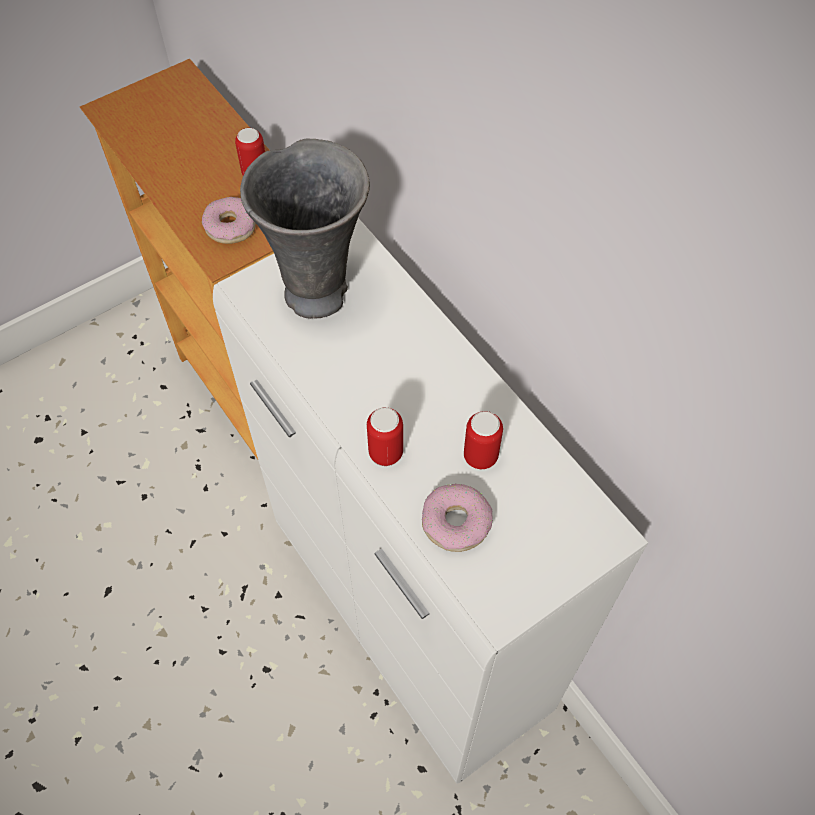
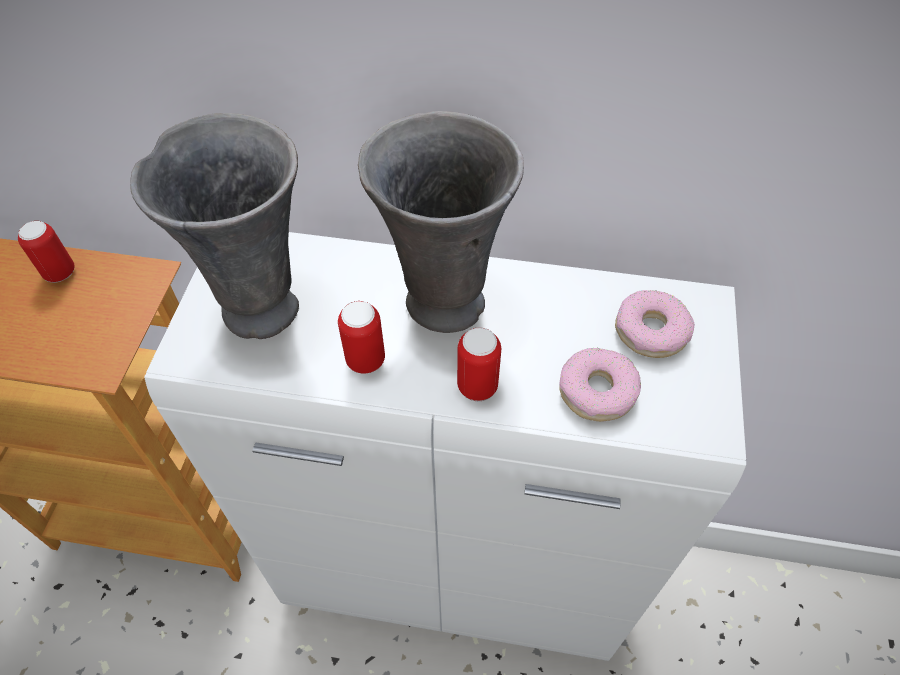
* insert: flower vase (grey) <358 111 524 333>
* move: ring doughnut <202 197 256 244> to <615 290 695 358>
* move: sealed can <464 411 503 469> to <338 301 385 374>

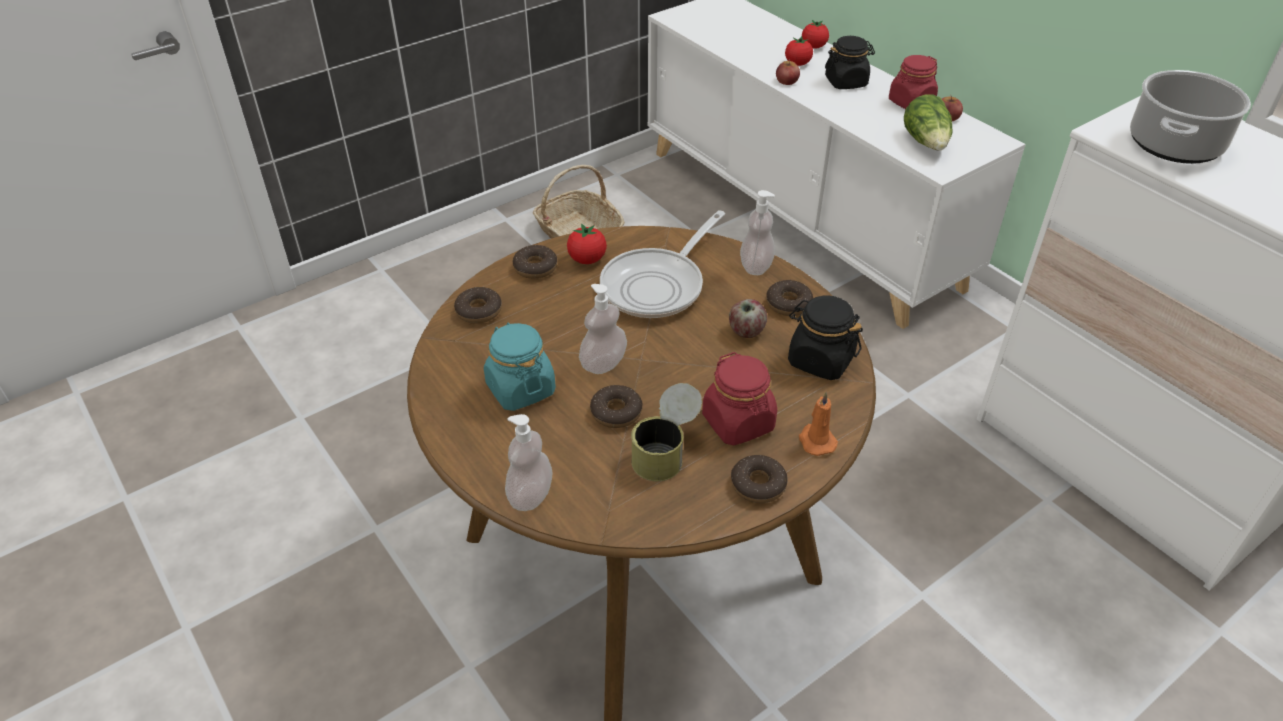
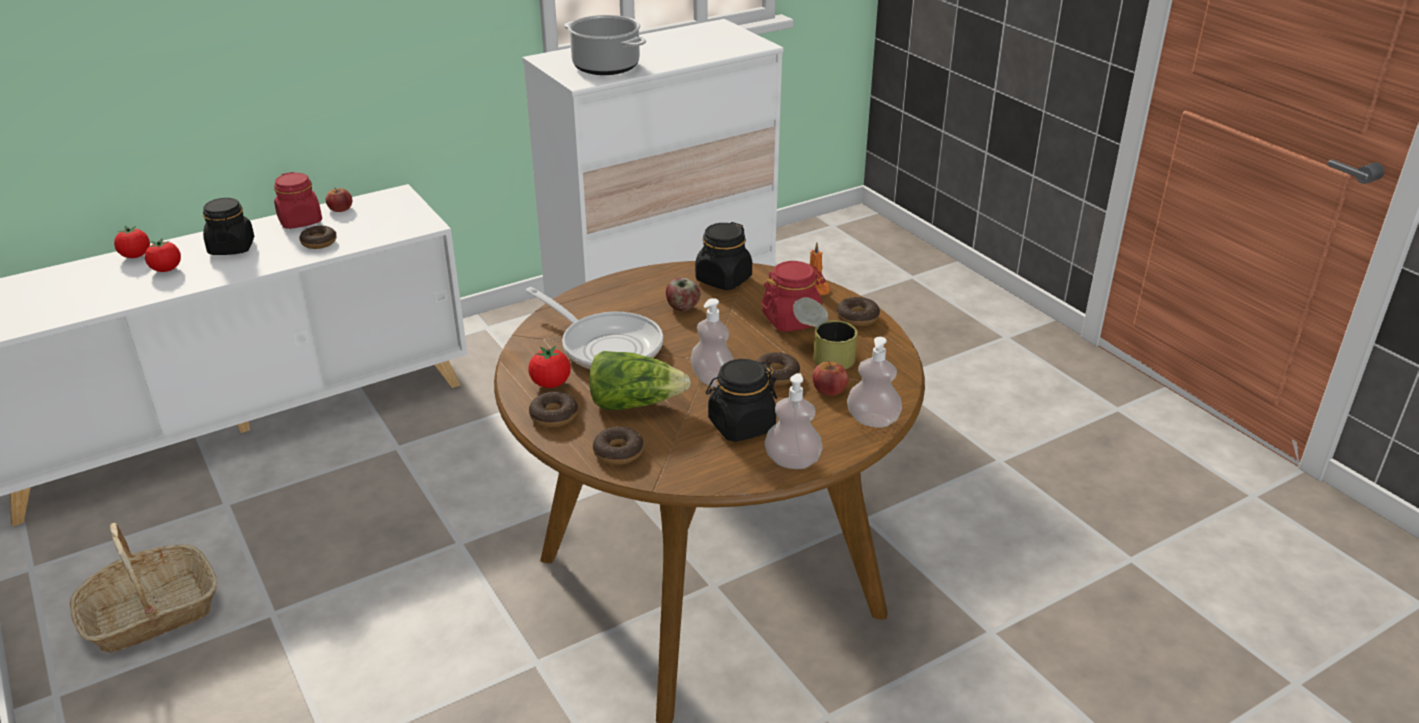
* move: soap bottle <740 190 775 275> to <765 373 822 469>
* move: ring doughnut <766 279 813 316> to <299 225 336 249>
* move: whole apple <776 59 800 85> to <813 361 848 396>
* move: head of lettuce <904 94 952 150> to <590 351 691 410>
* recolor: jar (turquoise-coloured) <484 323 556 411> to jar (black-coloured) <706 359 777 442>

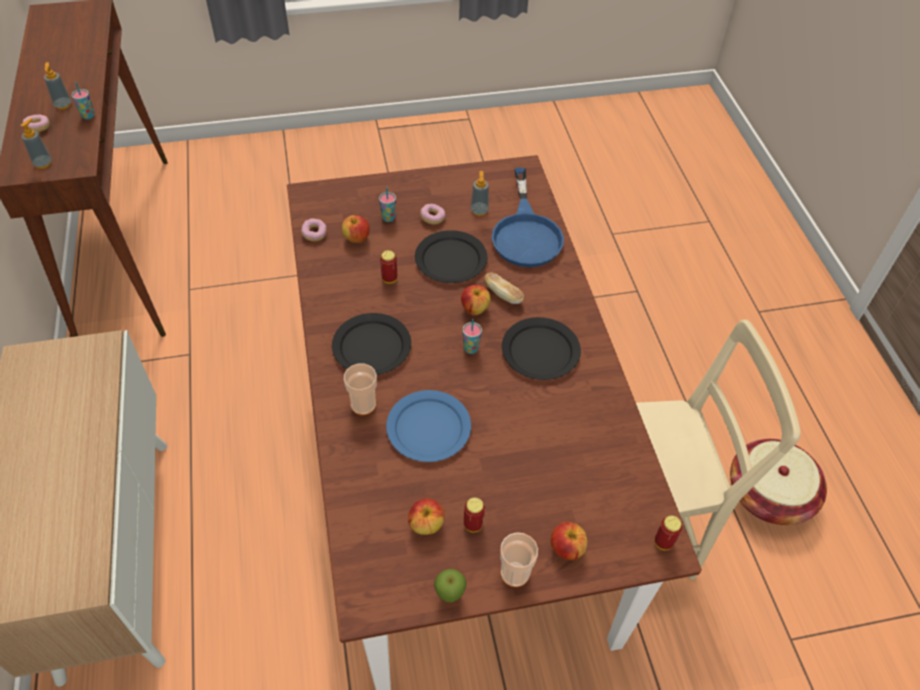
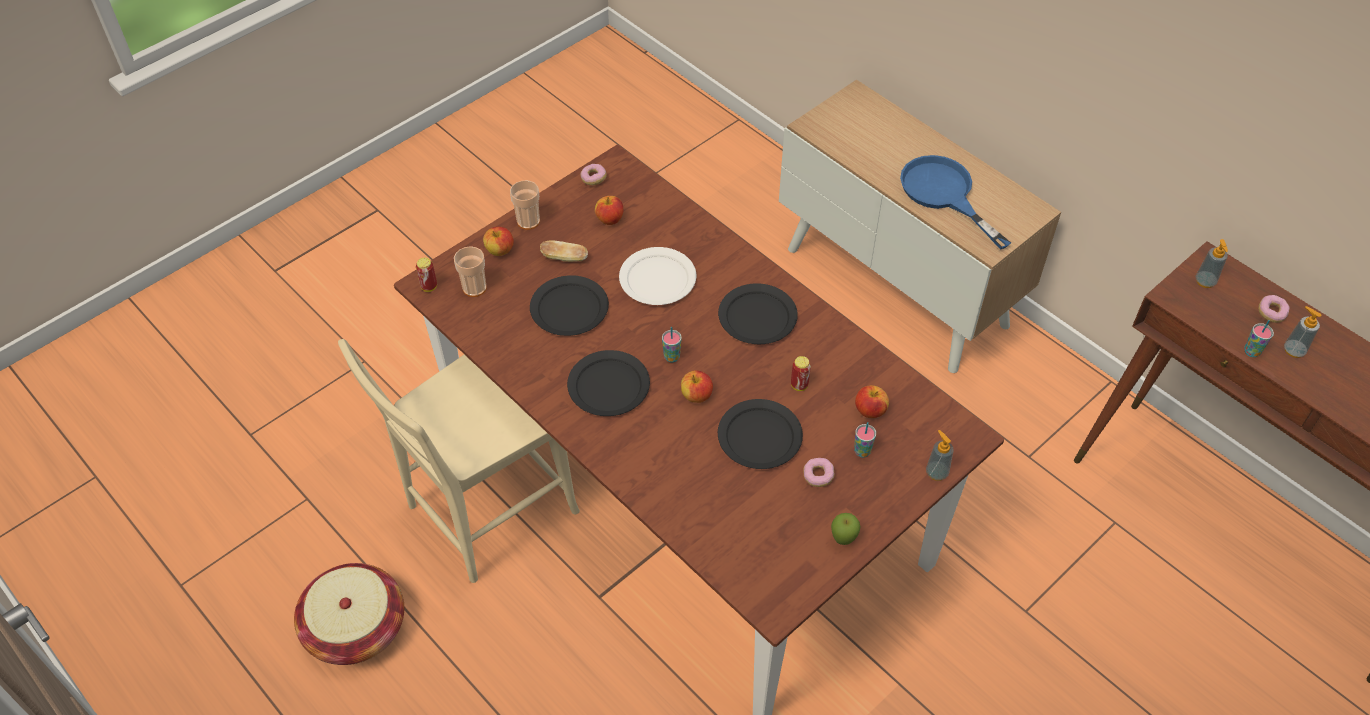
* delete: sealed can <464 498 485 532>
* insert: plate (black-coloured) <530 275 609 336>
* move: ring doughnut <301 218 327 241> to <580 164 607 185>
* move: small cup <344 364 377 415> to <454 246 487 297>
* move: whole apple <434 569 466 603> to <831 513 860 545>
* move: soap bottle <470 171 489 216> to <926 430 954 481>
* move: baked bread <485 272 524 304> to <540 240 588 262>
* move: pan (blue-coloured) <492 168 564 267> to <900 155 1011 250>
* recolor: plate (blue-coloured) <386 390 471 462> to plate (whitish) <619 247 696 305>

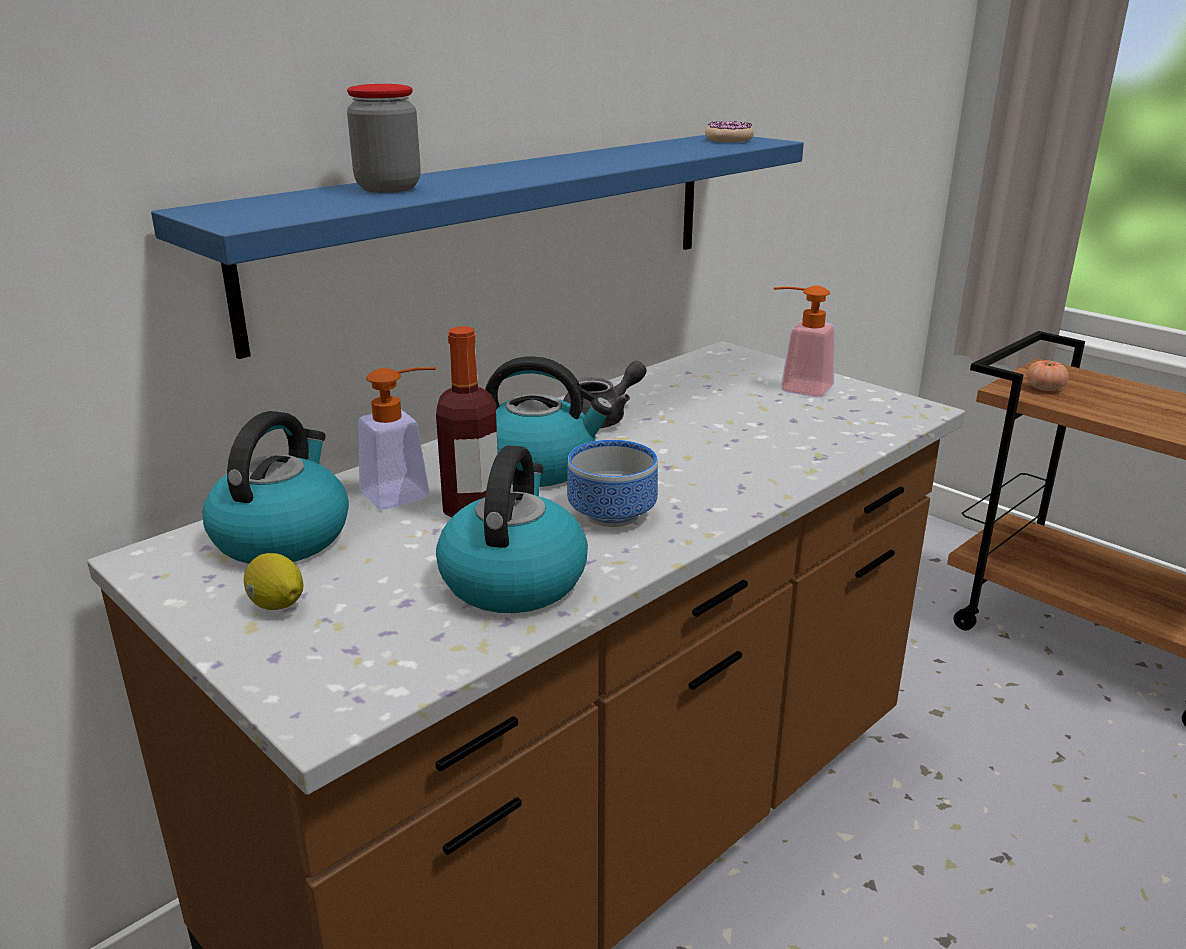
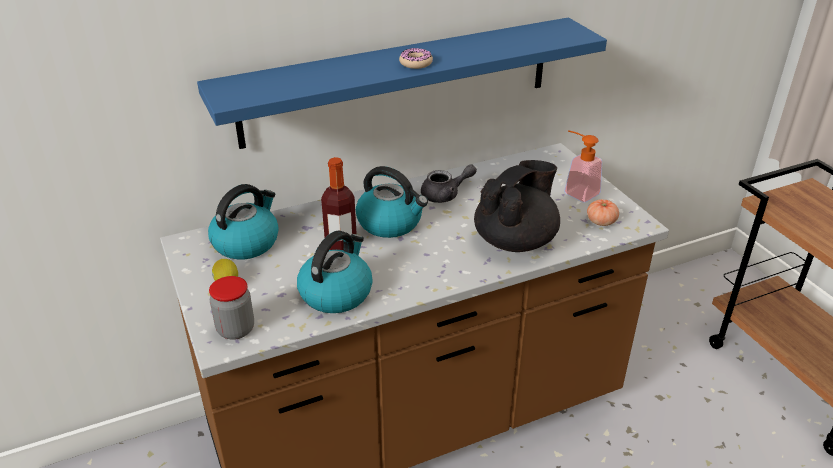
* delete: soap bottle <359 367 436 509>
* delete: deep dish <567 440 658 527>
* insert: pot for tea (black-coloured) <474 160 560 252>
* move: jar <347 84 421 193> to <209 276 254 340>
* move: ring doughnut <705 121 754 142> to <399 48 433 69>
* move: whole tomato <1026 360 1069 391> to <587 199 619 226>

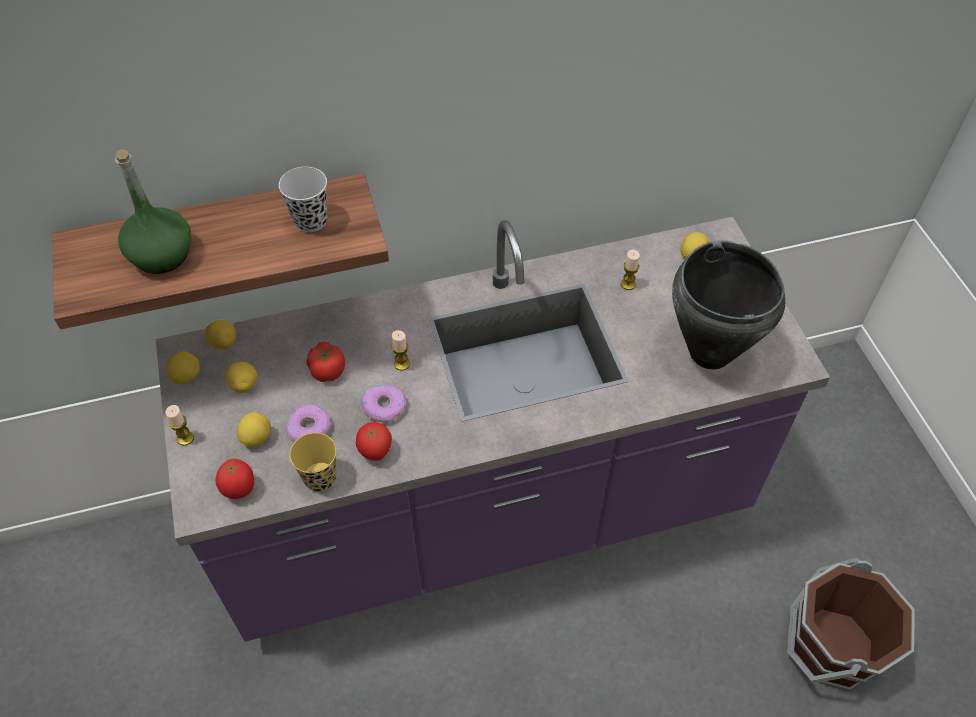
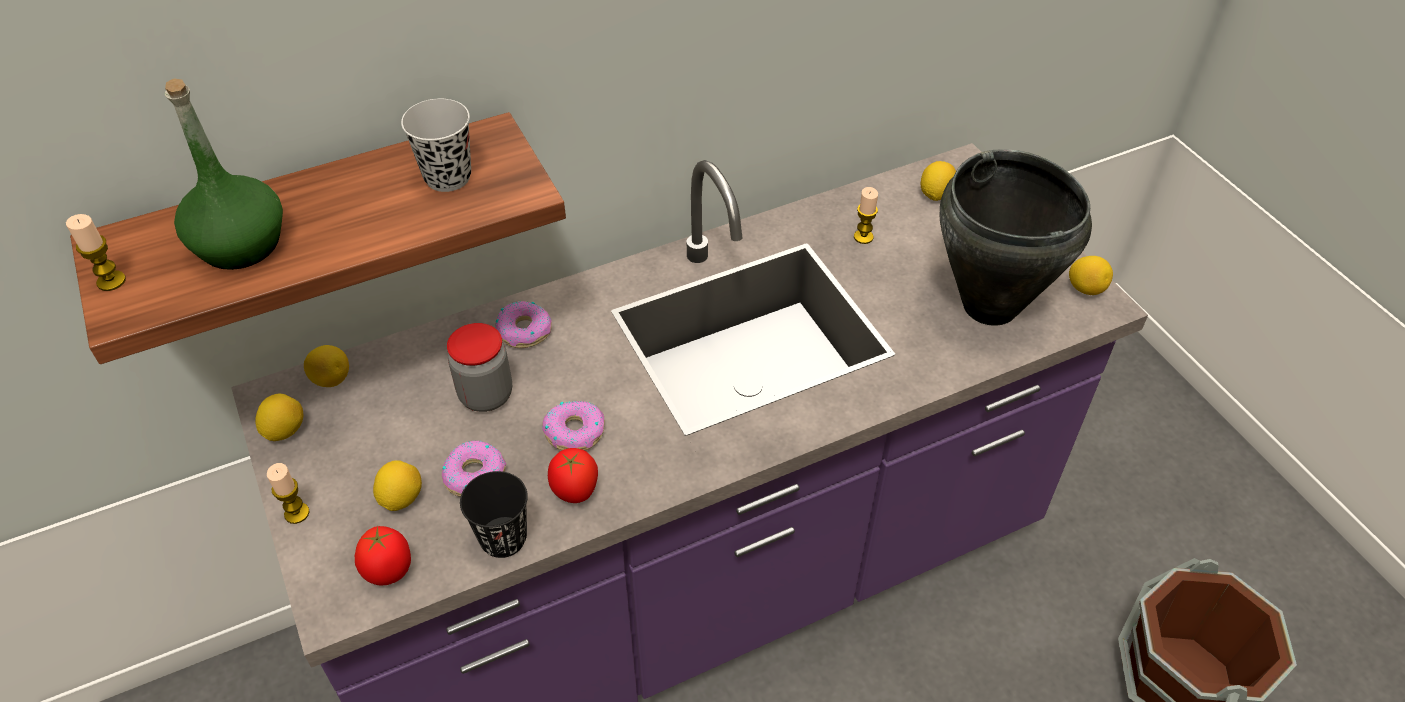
* insert: ring doughnut <495 301 552 348>
* move: lemon <226 361 257 393> to <1069 256 1113 295>
* move: wax light <391 330 410 371> to <66 214 126 291>
* replace: whole tomato <306 342 345 382> to jar <447 323 512 412>
* recolor: small cup (yellowish) <289 433 336 492> to small cup (black-coloured) <460 471 528 558>

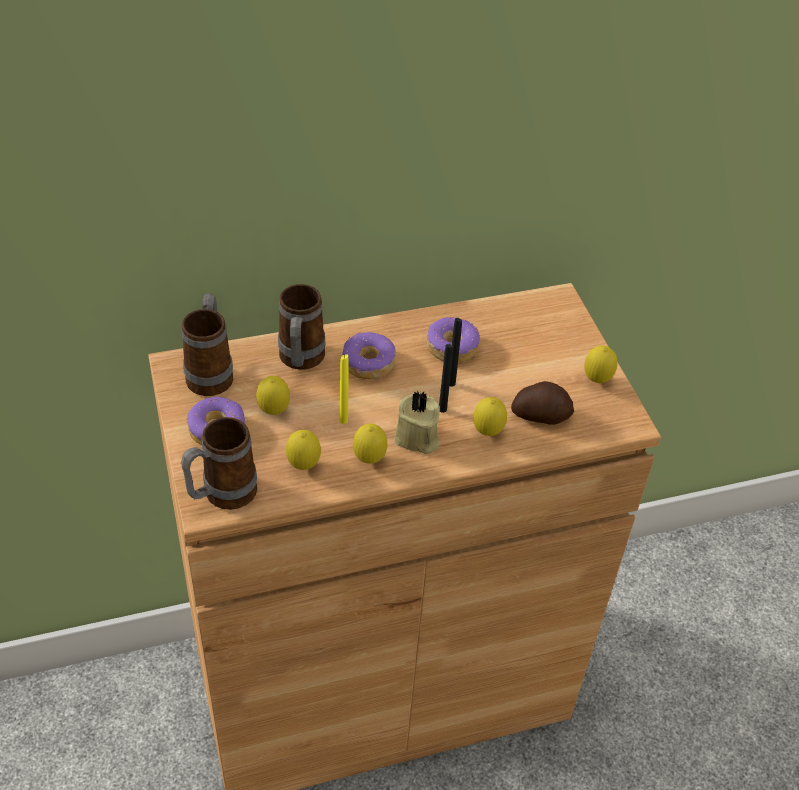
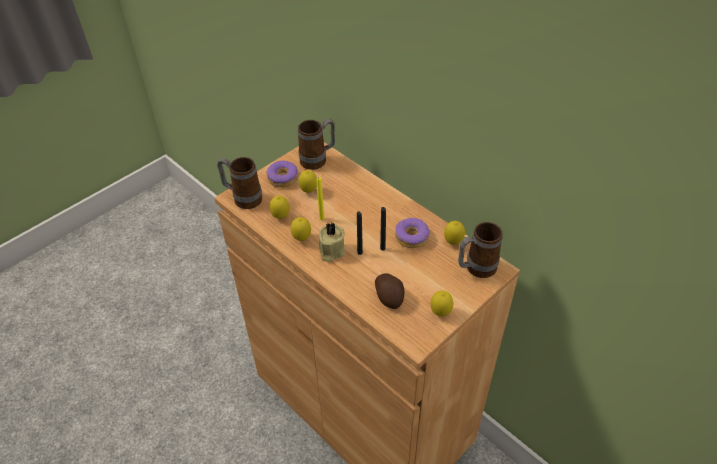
* delete: ring doughnut <342 332 396 379>
* move: tea mug <278 284 326 370> to <458 222 503 278>
* move: lemon <473 397 507 436> to <444 221 465 245>

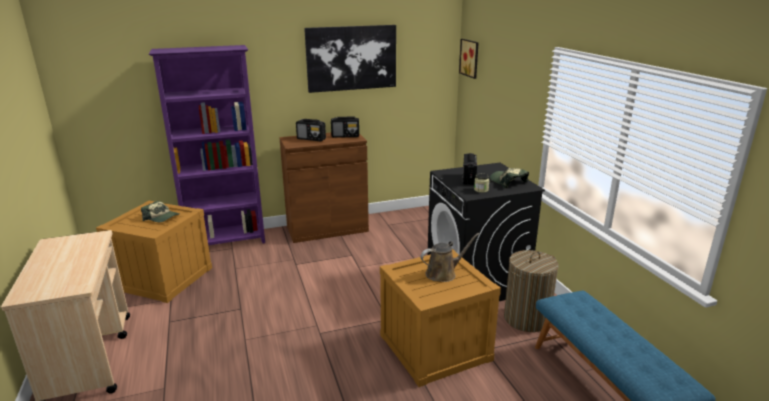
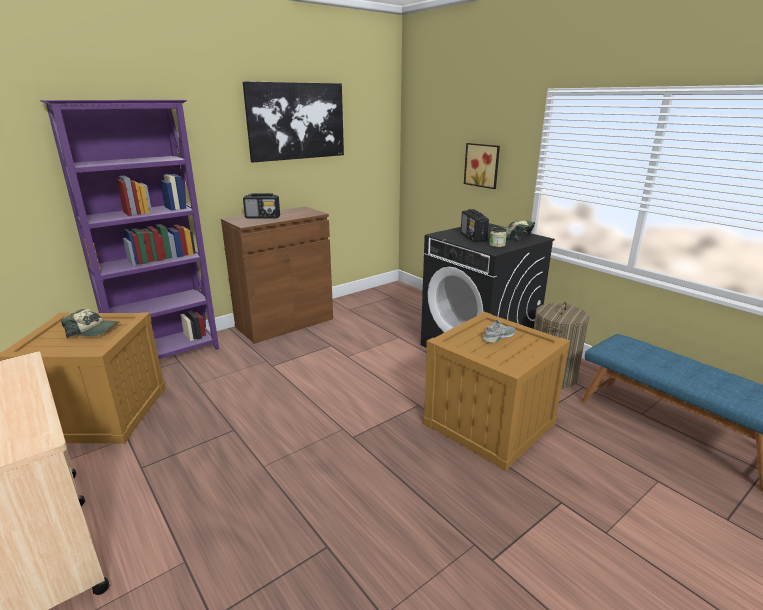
* delete: radio <331 116 359 138>
* move: picture <459 39 479 79> to <464 143 500 189>
* replace: sprinkling can (brown) <420 233 480 282> to item of footwear (grey) <483 319 515 343>

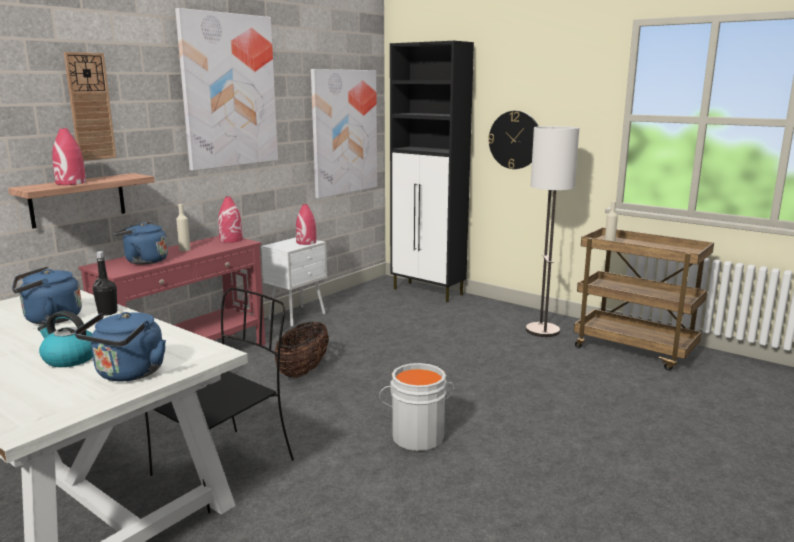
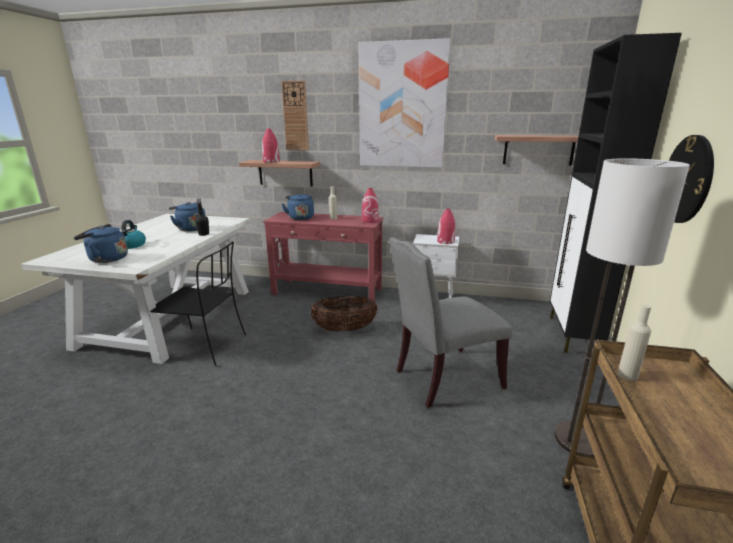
* delete: bucket (grey) <379 363 455 451>
* insert: plain chair (grey) <389 237 513 408>
* replace: picture <311 69 377 198> to shelf <495 135 578 166>

